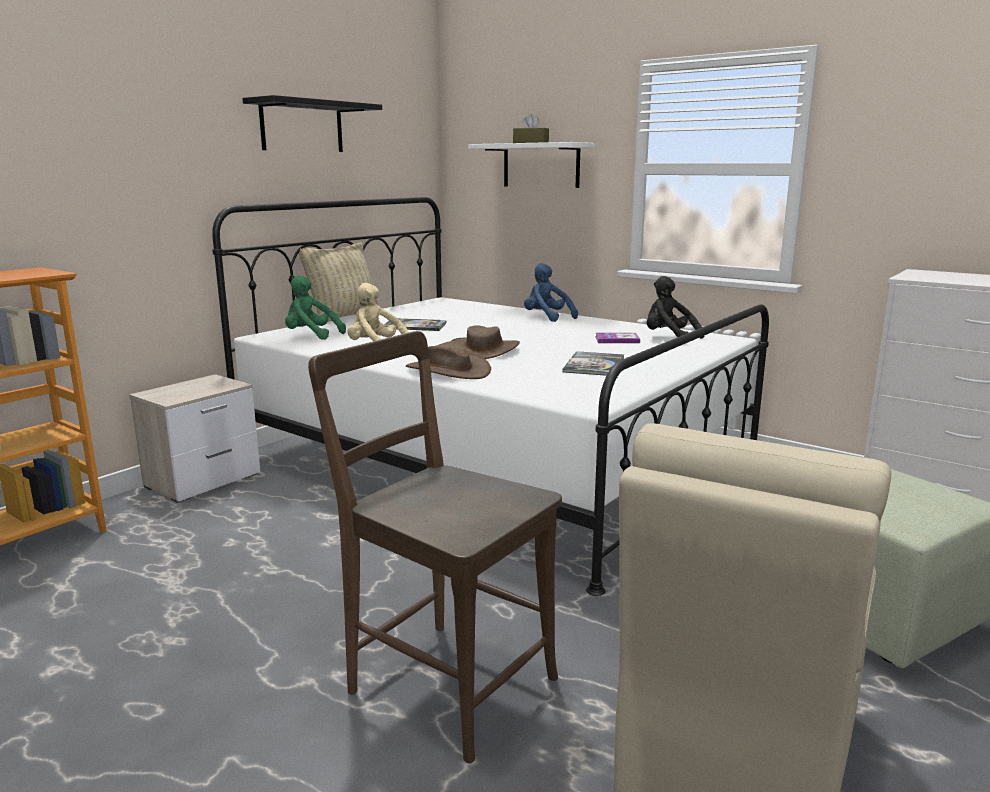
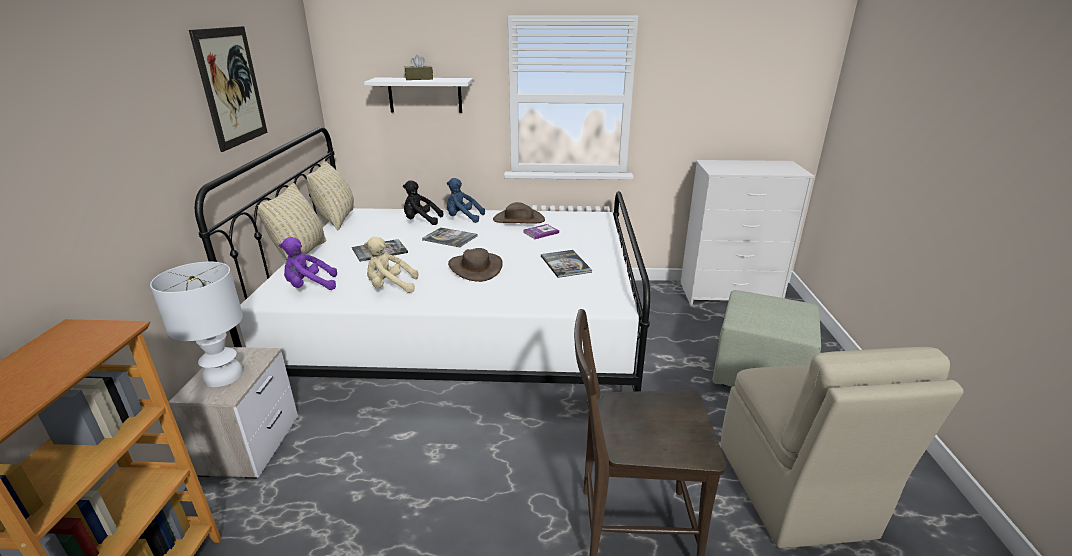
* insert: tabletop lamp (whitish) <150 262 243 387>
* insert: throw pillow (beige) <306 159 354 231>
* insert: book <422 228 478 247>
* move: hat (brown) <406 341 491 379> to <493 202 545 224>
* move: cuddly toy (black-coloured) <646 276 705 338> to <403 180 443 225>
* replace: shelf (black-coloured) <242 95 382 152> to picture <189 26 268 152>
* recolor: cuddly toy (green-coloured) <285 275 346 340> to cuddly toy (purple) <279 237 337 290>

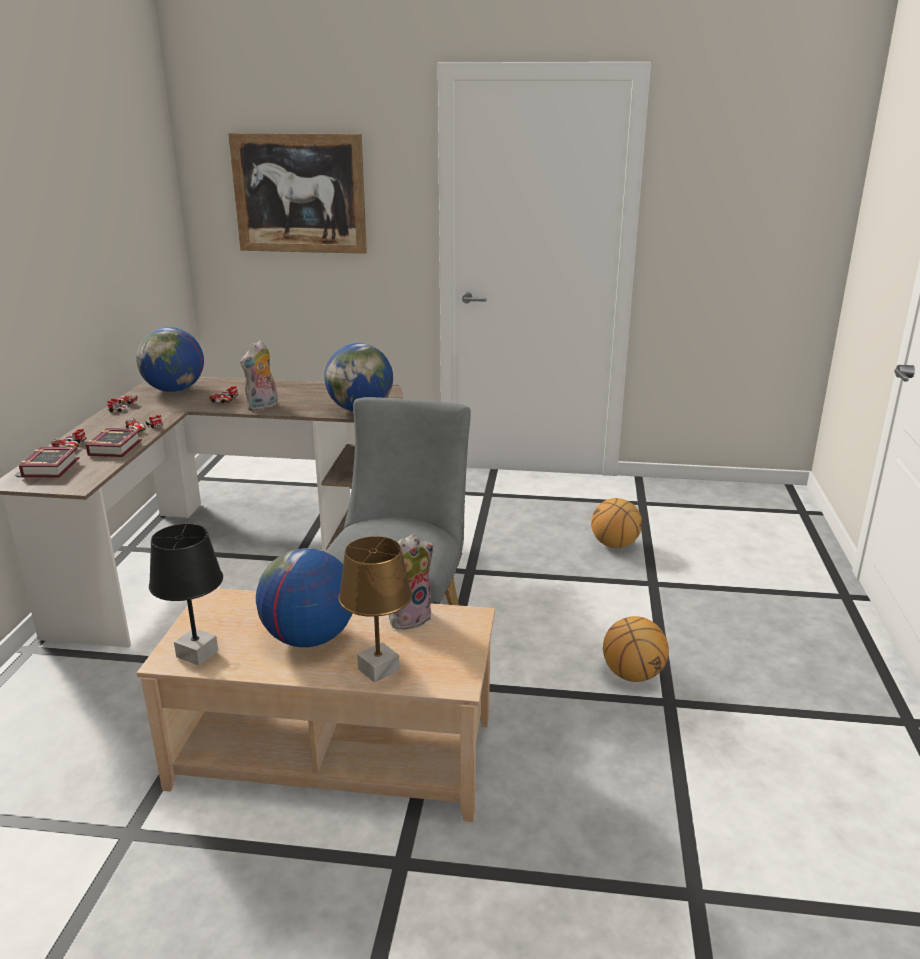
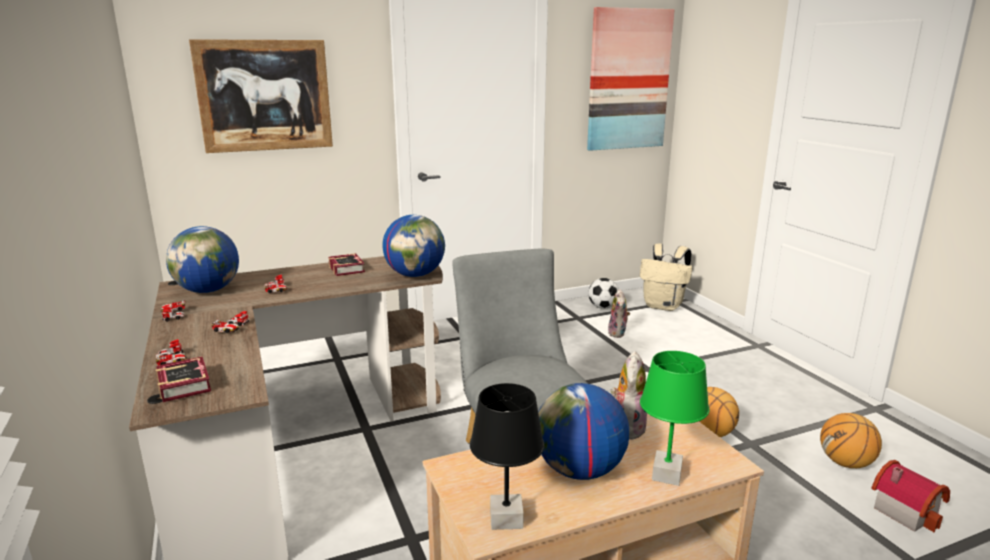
* insert: picture <587 7 675 151>
* insert: ball for football <588 278 619 309>
* insert: knapsack (beige) <640 243 692 311>
* insert: miniature house <871 460 950 532>
* move: book <86 428 142 457> to <328 253 365 276>
* move: cuddly toy <240 340 278 411> to <608 289 630 338>
* move: ball for basketball <591 498 642 548> to <820 413 882 468>
* recolor: tabletop lamp (brown) <338 536 412 683> to tabletop lamp (green-coloured) <640 351 709 486>

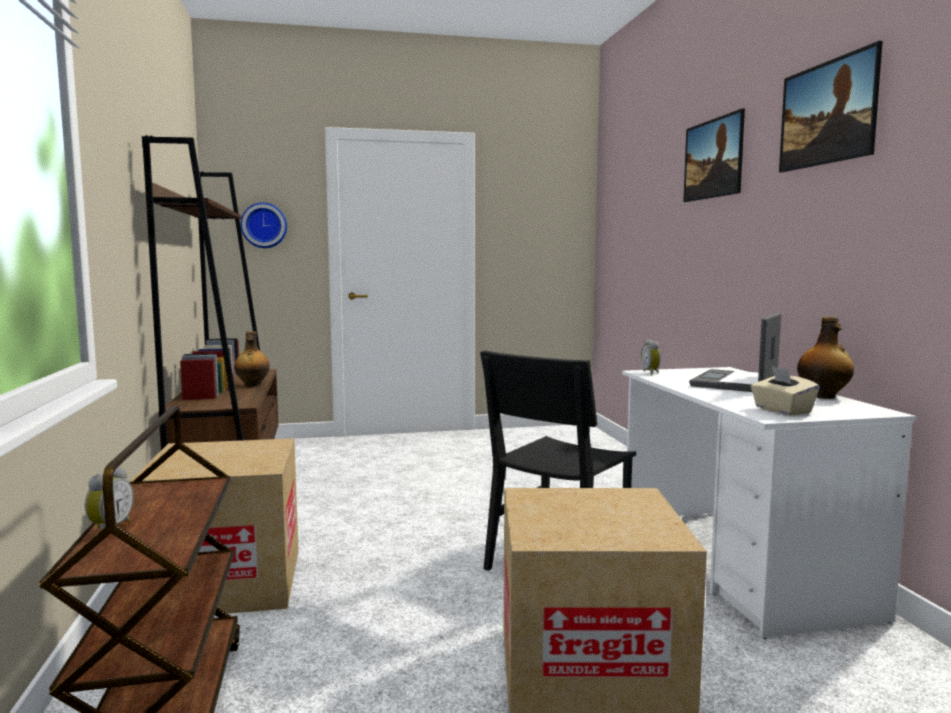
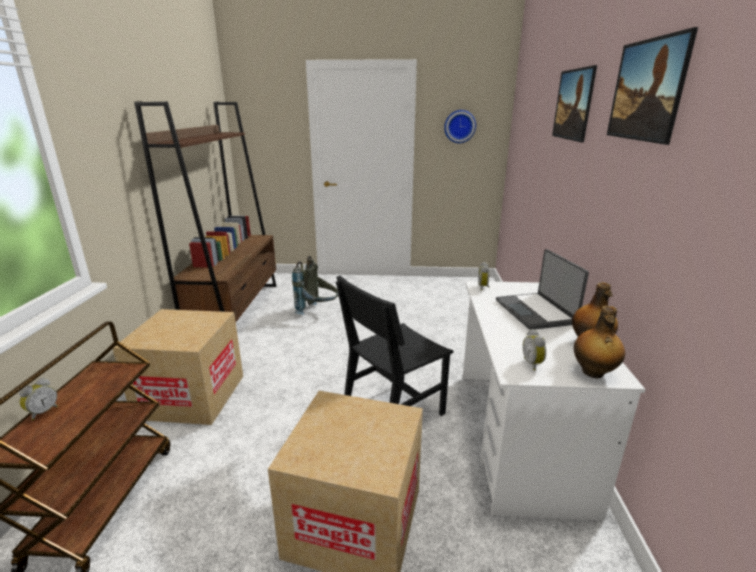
* insert: knapsack (grey) <292 256 339 315>
* move: drink bottle <234 331 270 387> to <574 306 625 378>
* move: hanging clock <240 202 287 248> to <444 110 476 143>
* replace: box of tissues (beige) <751 366 819 416> to alarm clock <523 329 546 370>
* rotate: notebook computer <689 313 781 392> = <496 249 589 330> 60 degrees counterclockwise

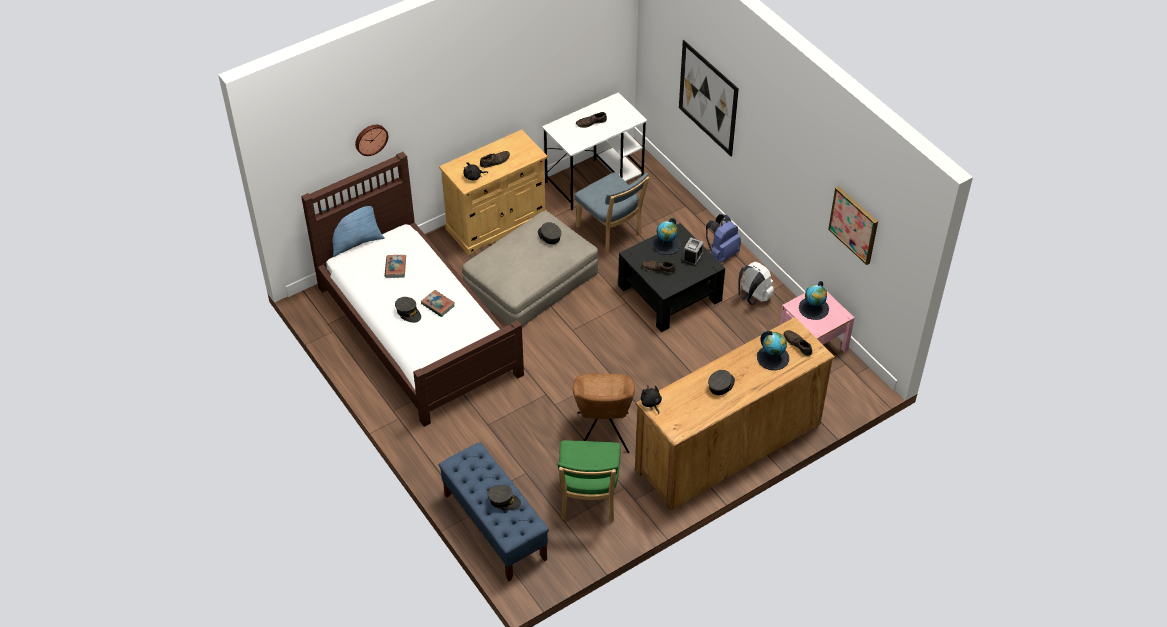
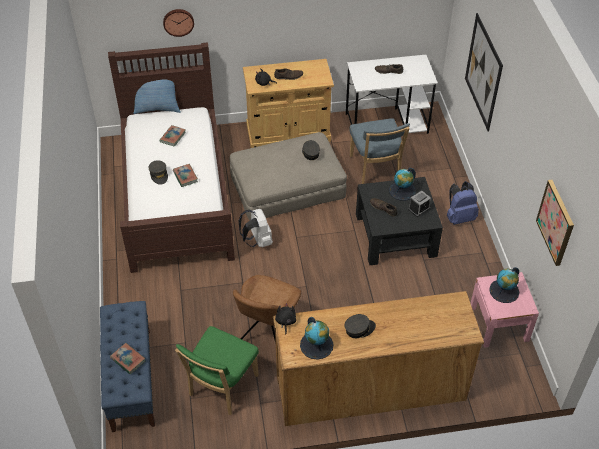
* delete: item of footwear (brown) <784 330 812 356>
* move: knapsack (whitish) <738 262 774 305> to <238 209 273 247>
* move: world globe <757 331 789 370> to <300 317 333 360>
* replace: cap (grey) <487 485 521 511> to book <110 343 145 374>

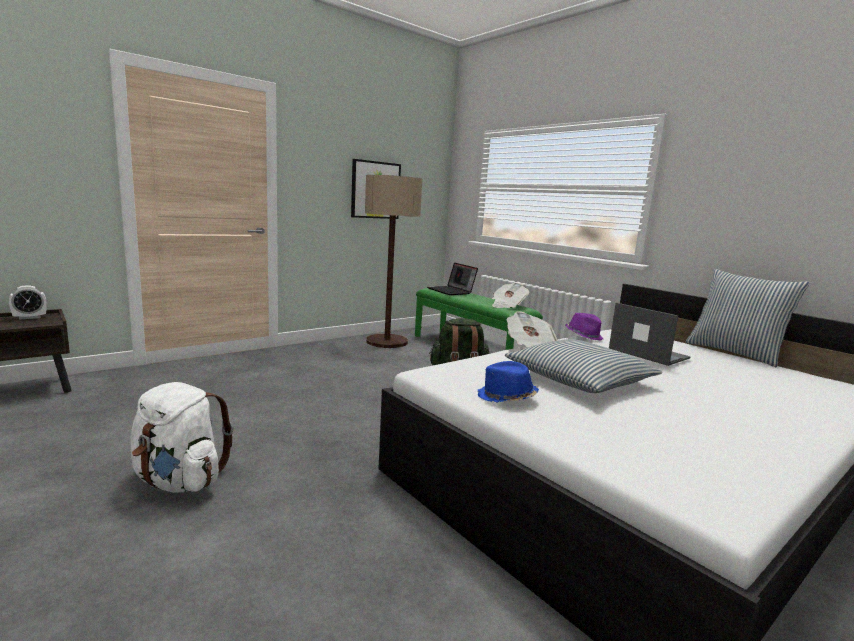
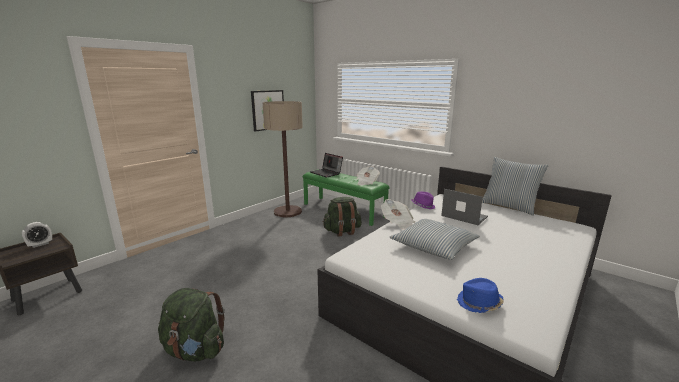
* move: hat (blue-coloured) <478 361 539 403> to <457 278 504 313>
* recolor: knapsack (whitish) <131 382 234 493> to knapsack (green-coloured) <158 288 225 362>

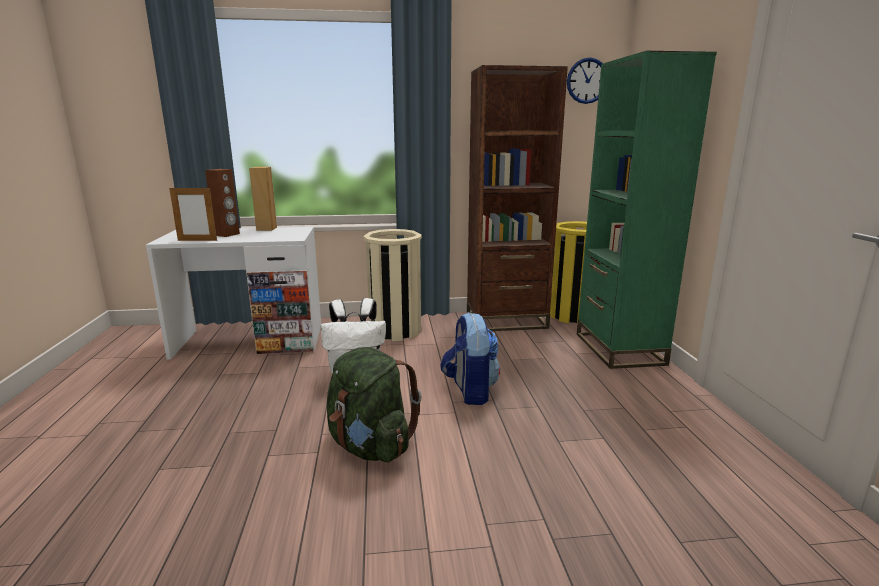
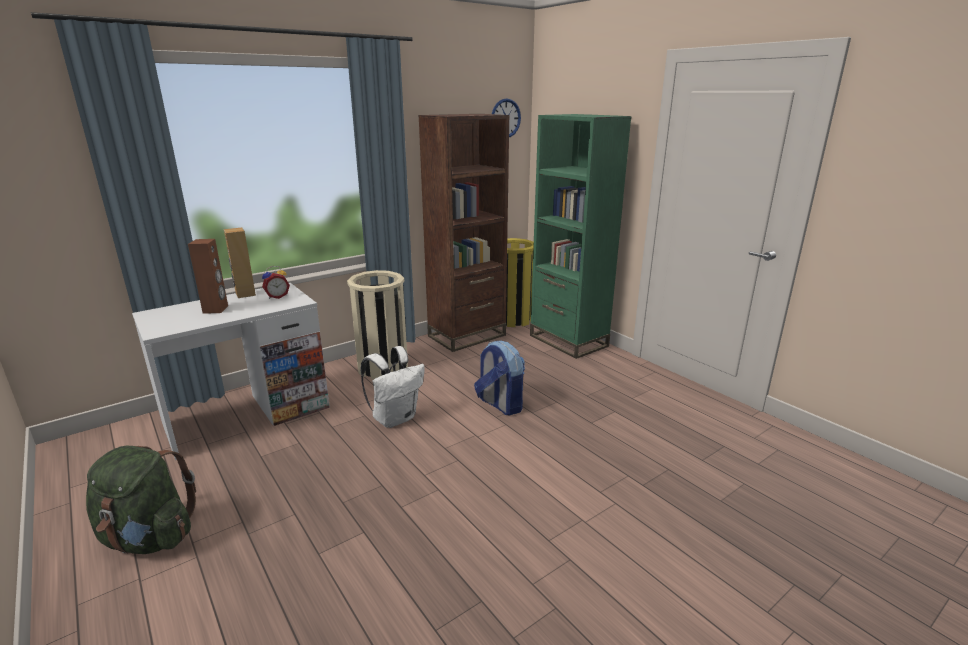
* delete: photo frame <169 186 217 241>
* insert: alarm clock <262 266 290 299>
* move: knapsack (green-coloured) <327 347 422 462> to <86 446 196 554>

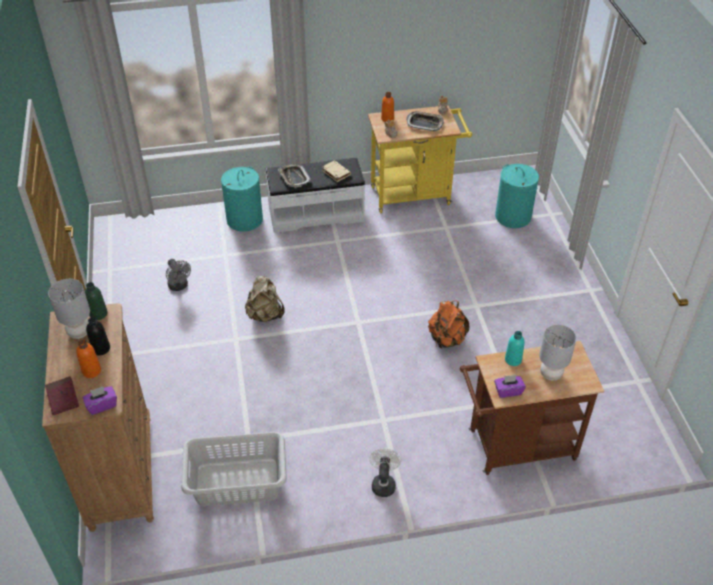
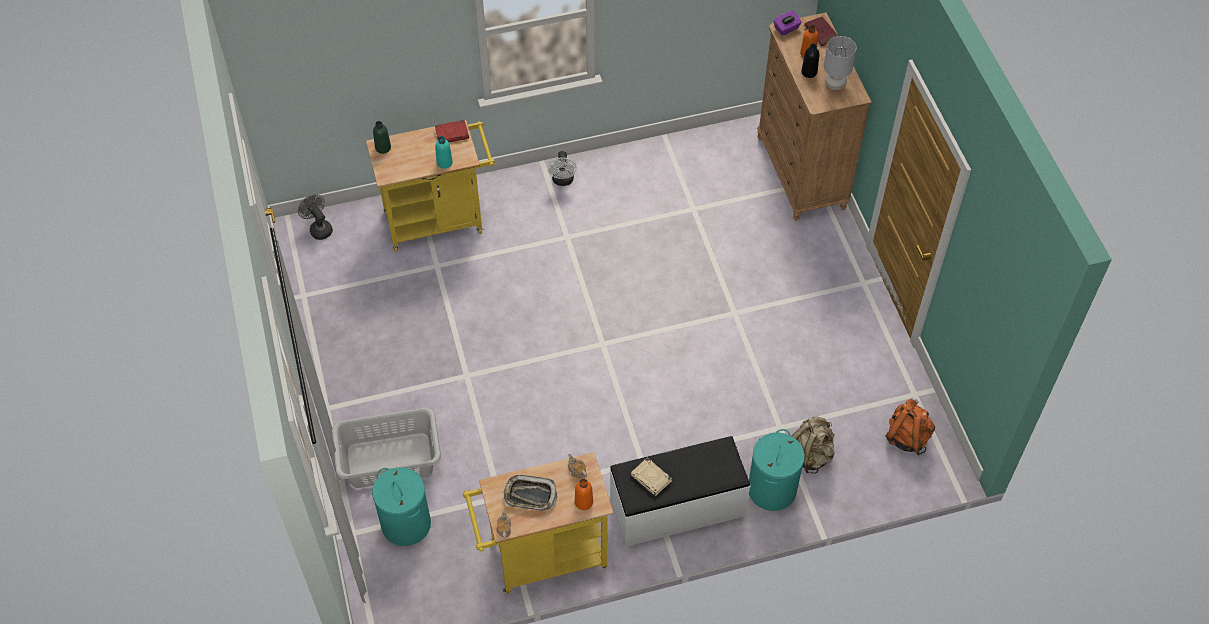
* delete: serving tray <278 164 311 188>
* delete: tabletop lamp (grey) <539 325 577 380>
* move: drink bottle (green-coloured) <85 282 107 320> to <373 121 391 154>
* move: electric fan (grey) <166 259 191 291> to <298 194 333 240>
* move: hamper (grey) <181 432 287 506> to <332 408 441 488>
* move: knapsack (beige) <245 276 285 322> to <791 416 835 474>
* move: knapsack (orange-coloured) <428 301 469 348> to <885 399 935 455>
* replace: box of tissues (purple) <494 375 526 398> to book (red-coloured) <435 120 469 142>
* recolor: cart (brown) <460 341 604 475> to cart (yellowish) <366 120 495 252>

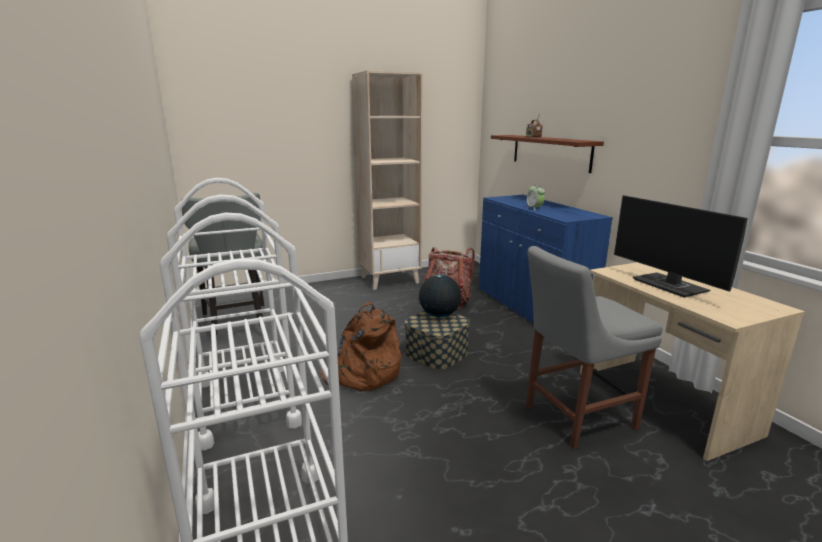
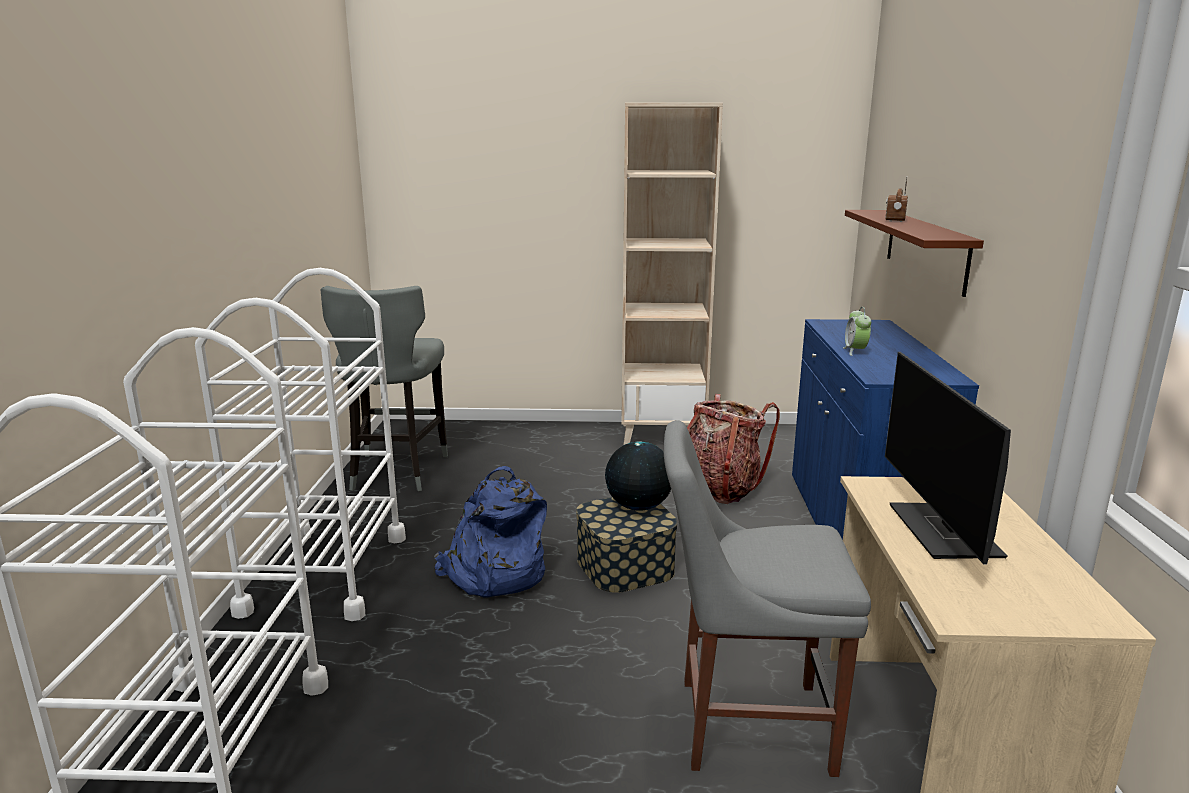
* recolor: knapsack (brown) <320 302 401 391> to knapsack (blue-coloured) <434 466 547 598>

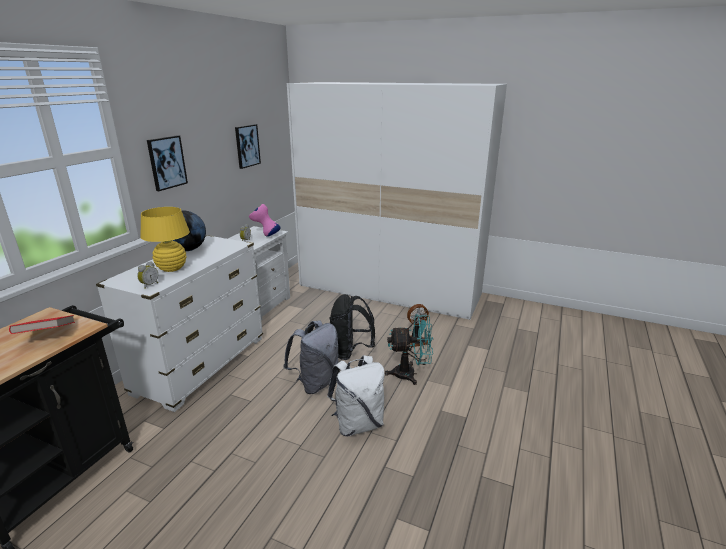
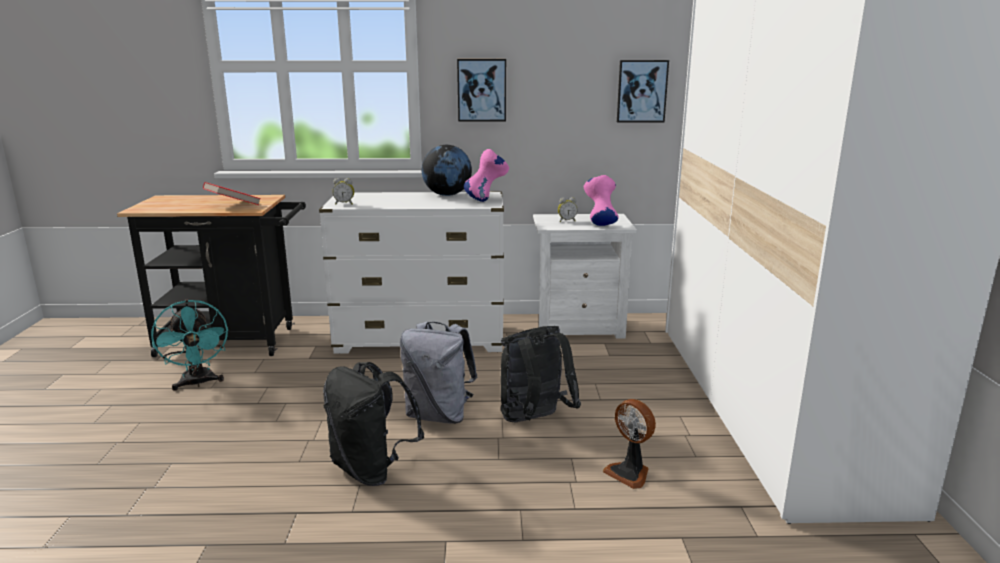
* delete: tabletop lamp (yellowish) <140 207 190 272>
* insert: flower vase (pink) <464 149 509 202>
* move: electric fan (turquoise-coloured) <385 314 433 385> to <151 300 228 391>
* recolor: knapsack (whitish) <327 355 385 436> to knapsack (black-coloured) <323 362 424 486>

